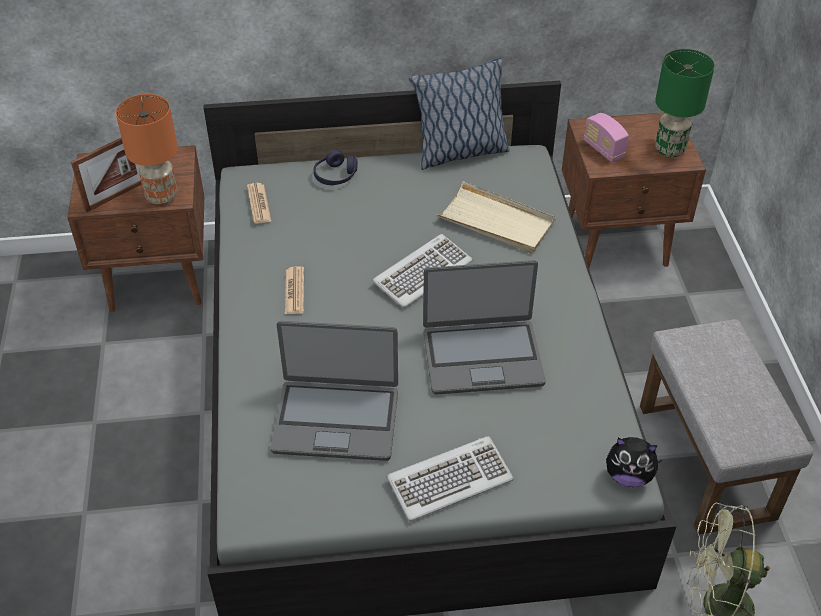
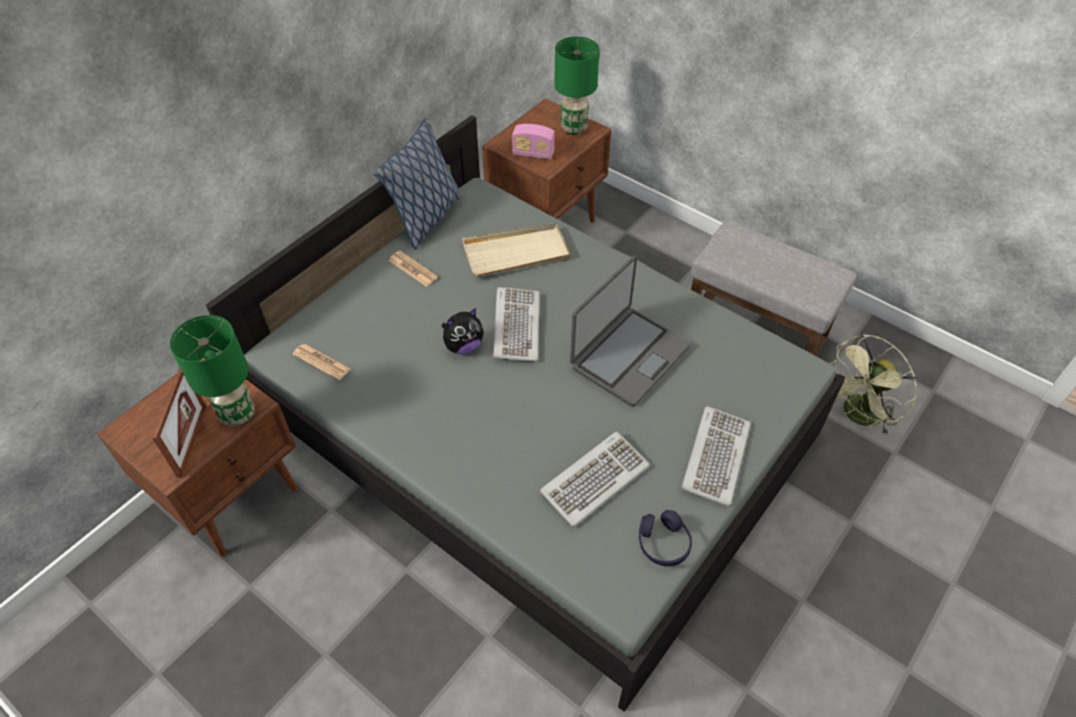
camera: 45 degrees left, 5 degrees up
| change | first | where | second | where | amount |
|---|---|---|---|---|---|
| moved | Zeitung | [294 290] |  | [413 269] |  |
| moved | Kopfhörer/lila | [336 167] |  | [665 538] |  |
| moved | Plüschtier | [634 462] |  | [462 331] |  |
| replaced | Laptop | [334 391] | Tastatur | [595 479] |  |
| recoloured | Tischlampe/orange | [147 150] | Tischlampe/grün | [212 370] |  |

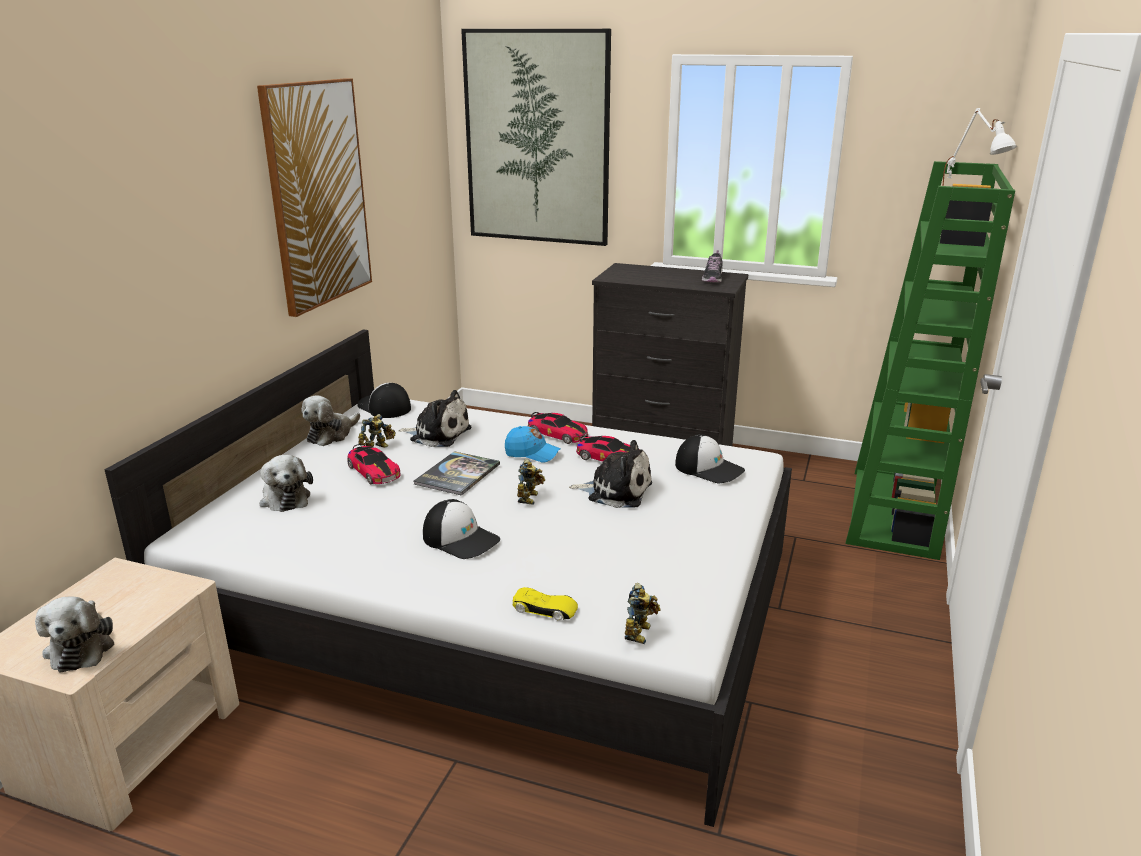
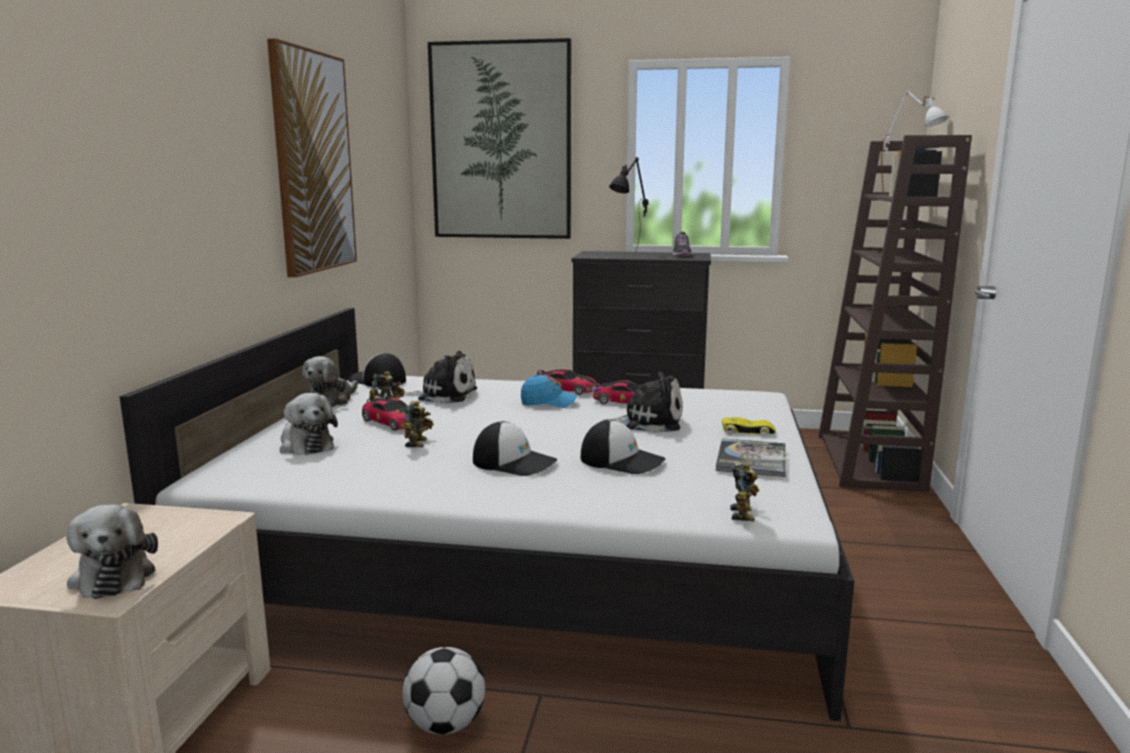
camera: 10 degrees left, 10 degrees down
| change | first | where | second | where | amount |
|---|---|---|---|---|---|
| added |  |  | Fußball | [444 691] |  |
| added |  |  | Tischlampe/schwarz | [628 205] |  |
| moved | Buch | [457 473] |  | [750 457] |  |
| moved | Spielzeugauto/gelb | [545 604] |  | [749 426] |  |
| moved | Spielzeugroboter | [531 482] |  | [419 424] |  |
| moved | Kappe | [710 459] |  | [623 447] |  |
| recoloured | Bücherregal/grün | [930 360] | Bücherregal/braun | [895 313] |  |

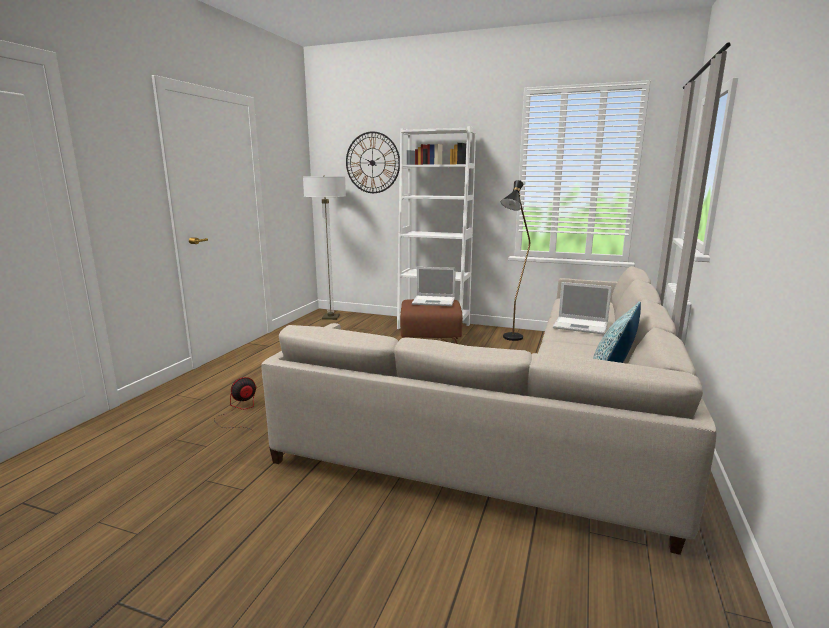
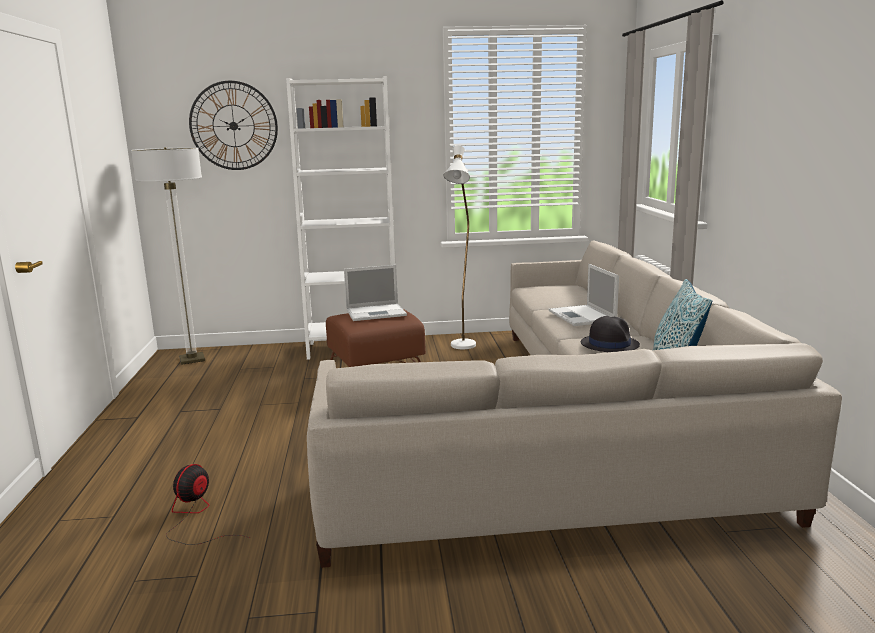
camera: 25 degrees left, 0 degrees up
| change | first | where | second | where | amount |
|---|---|---|---|---|---|
| added |  |  | Hut/schwarz | [610 334] |  |
| recoloured | Stehlampe/schwarz | [515 260] | Stehlampe/weiß | [459 247] |  |
| turned | Laptop | [582 308] |  | [583 295] | 75 degrees clockwise |

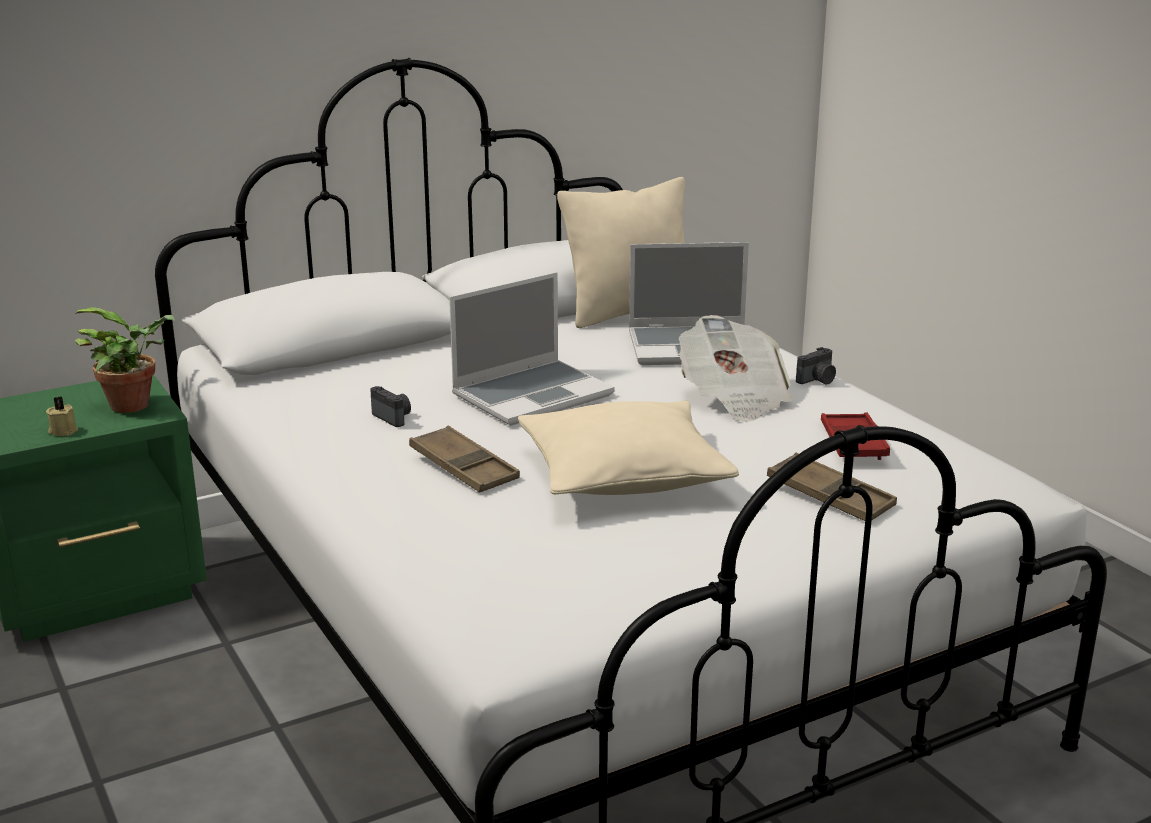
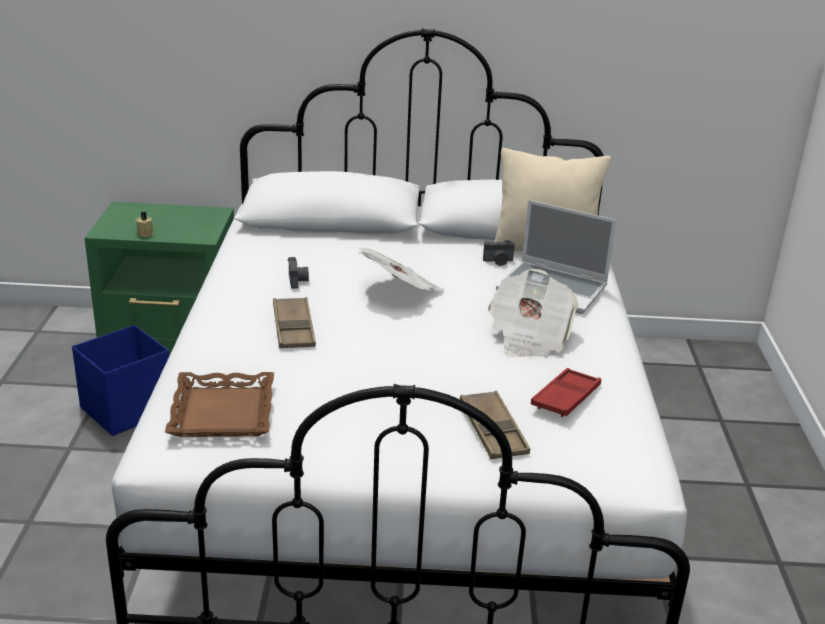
camera: 30 degrees right, 5 degrees up
| change | first | where | second | where | amount |
|---|---|---|---|---|---|
| removed | Topfpflanze | [124 360] |  |  |  |
| removed | Kissen/beige | [628 448] |  |  |  |
| added |  |  | Aufbewahrungsbox/blau | [120 380] |  |
| added |  |  | Tablett/braun | [219 404] |  |
| moved | Kamera | [816 365] |  | [499 253] |  |
| replaced | Laptop | [532 349] | Zeitung | [401 269] |  |

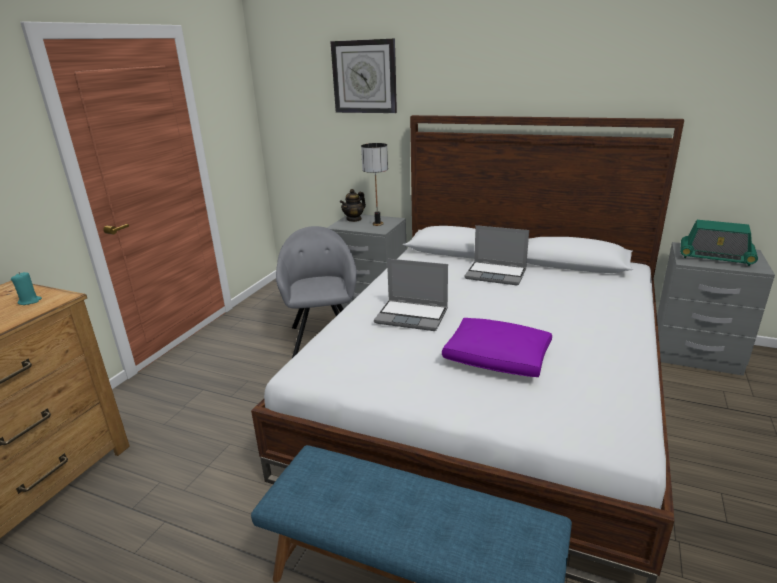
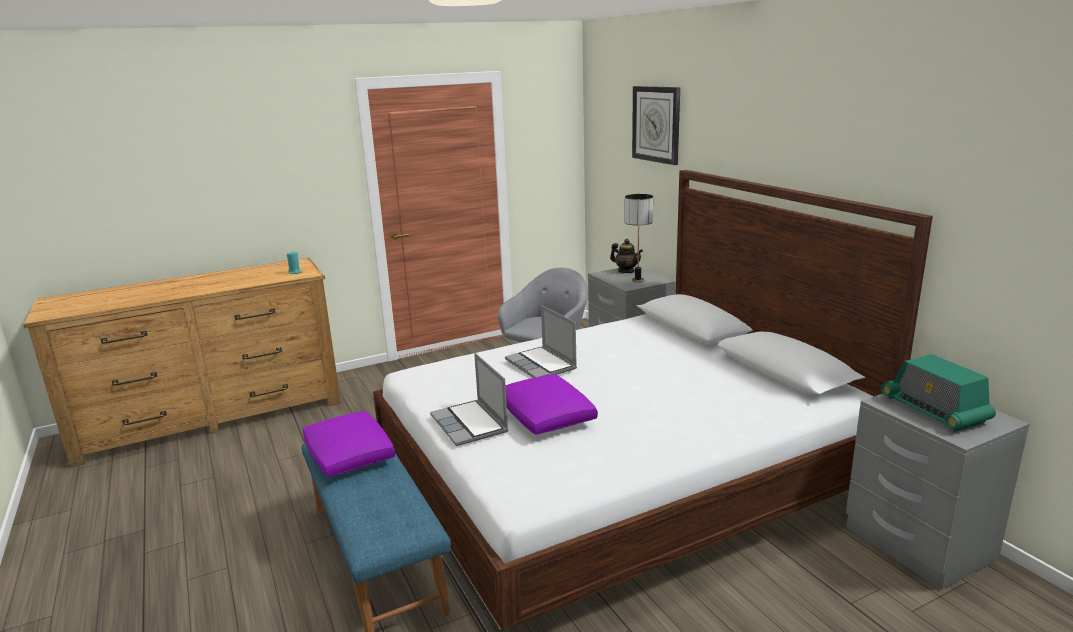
camera: 40 degrees right, 5 degrees down
| change | first | where | second | where | amount |
|---|---|---|---|---|---|
| added |  |  | Kissen/lila | [349 444] |  |
| moved | Laptop | [496 255] |  | [469 399] |  |
| turned | Teekanne | [353 205] |  | [626 256] | 135 degrees counterclockwise |

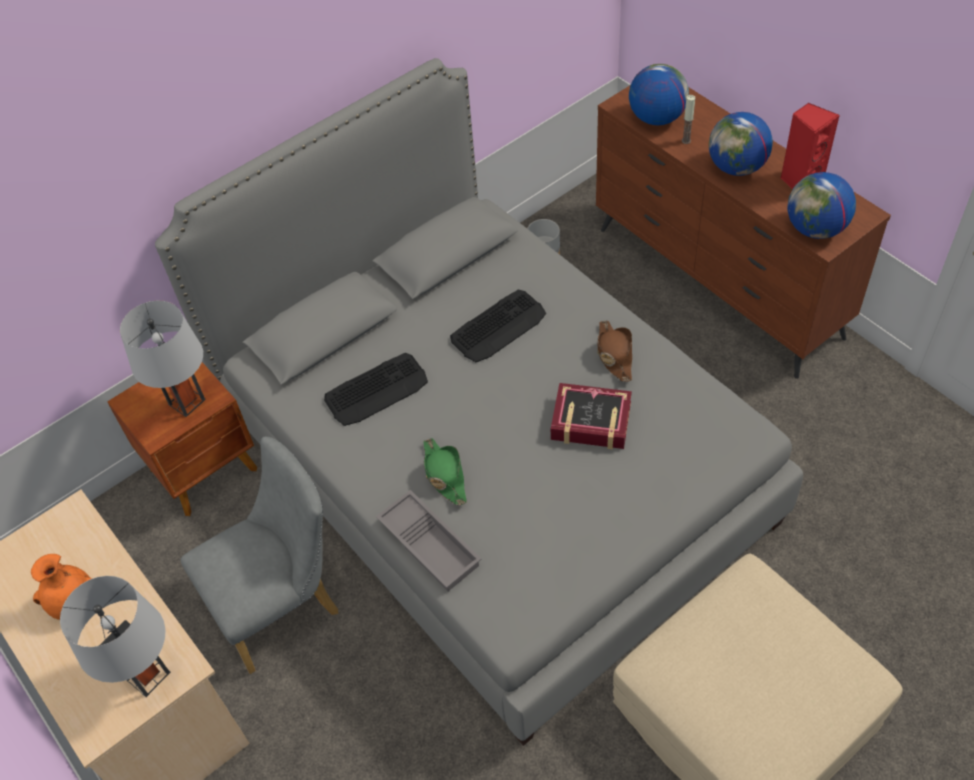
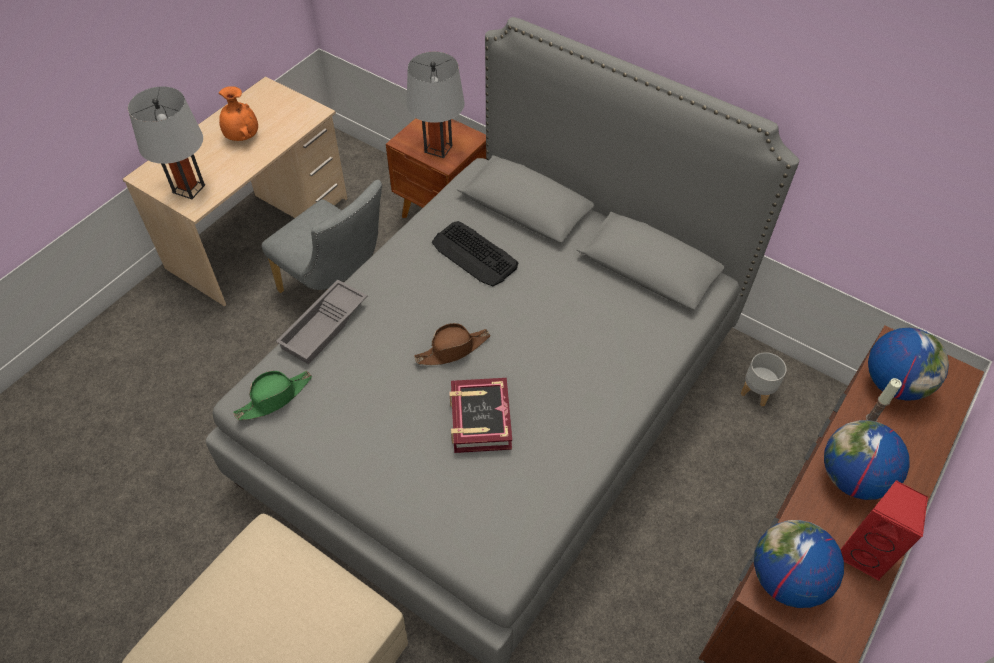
camera: 70 degrees right, 0 degrees up
| change | first | where | second | where | amount |
|---|---|---|---|---|---|
| removed | Tastatur | [498 326] |  |  |  |
| moved | Hut/grün | [445 471] |  | [272 395] |  |
| moved | Hut/braun | [614 351] |  | [452 344] |  |

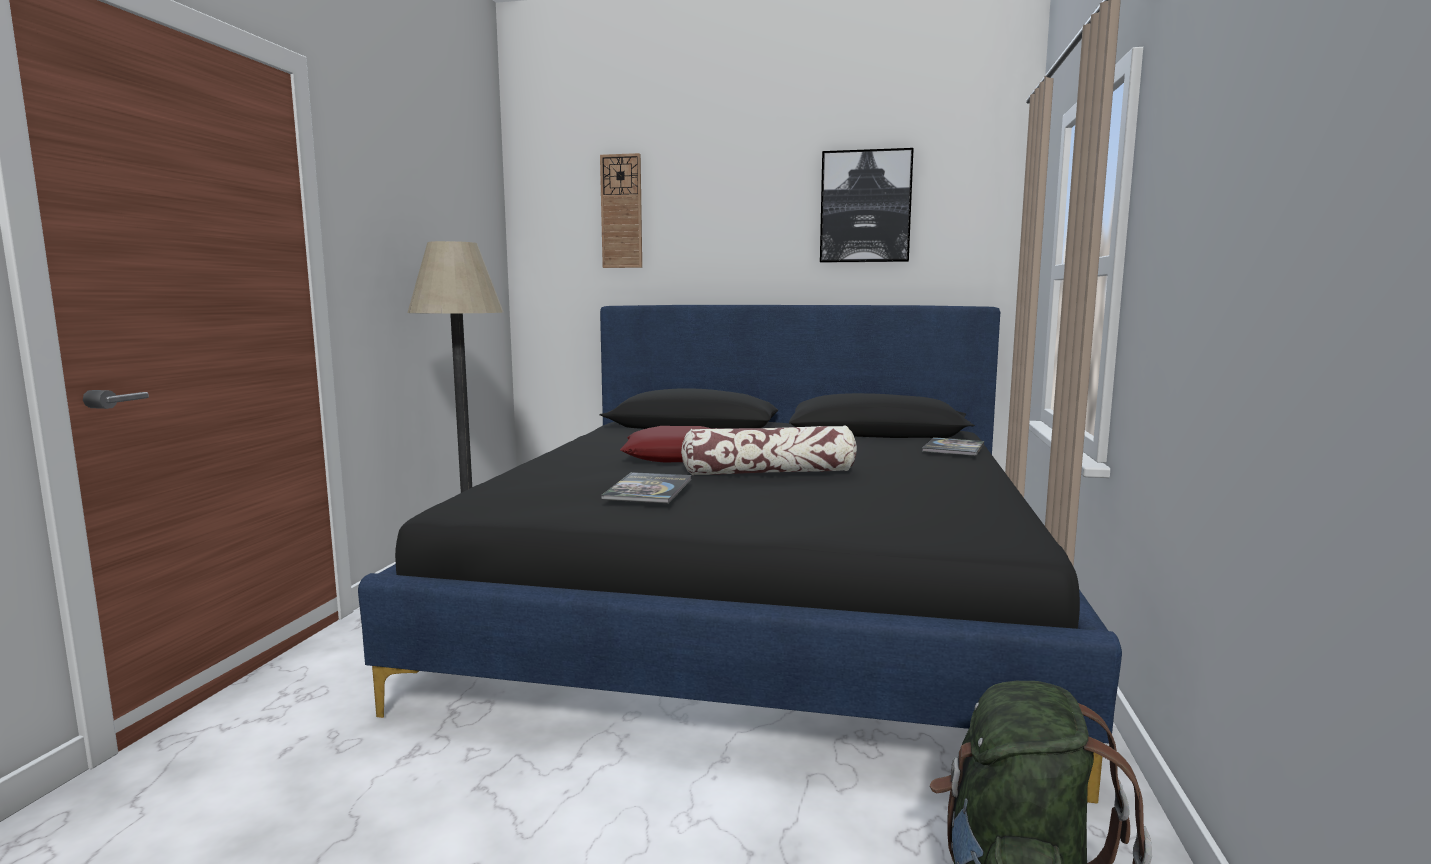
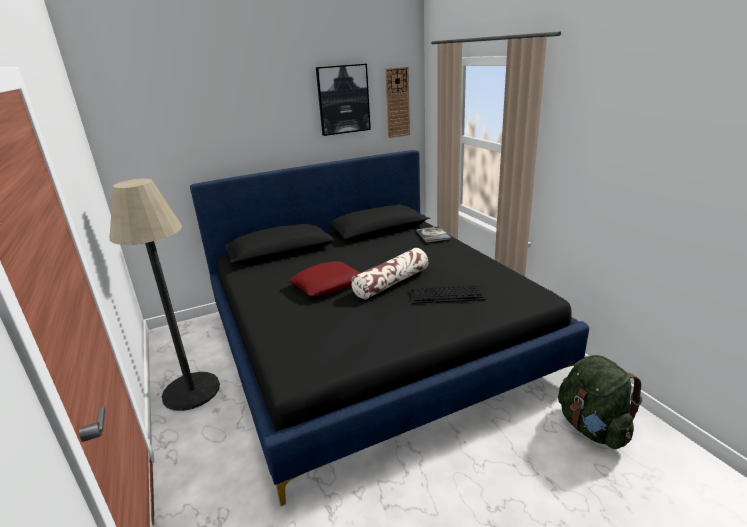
camera: 35 degrees left, 15 degrees up
| change | first | where | second | where | amount |
|---|---|---|---|---|---|
| removed | Buch | [646 487] |  |  |  |
| added |  |  | Tastatur | [448 294] |  |
| moved | Wanduhr | [621 210] |  | [397 102] |  |

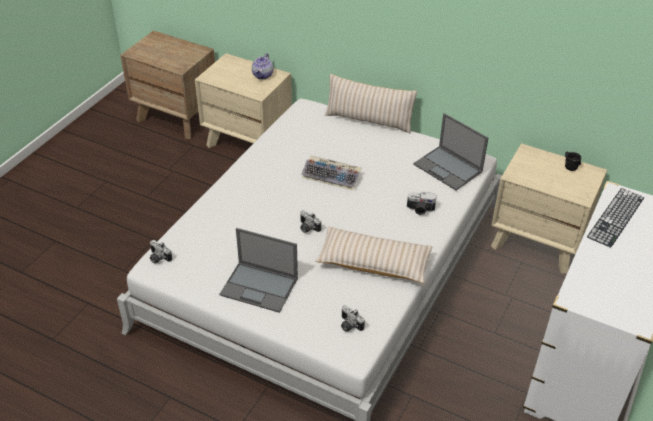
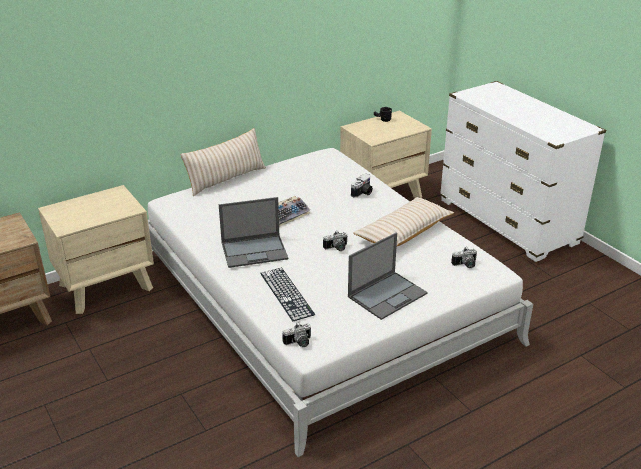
camera: 60 degrees left, 10 degrees down
| change | first | where | second | where | amount |
|---|---|---|---|---|---|
| removed | Teekanne | [262 66] |  |  |  |
| moved | Laptop | [450 151] |  | [253 232] |  |
| moved | Tastatur | [615 218] |  | [287 294] |  |

